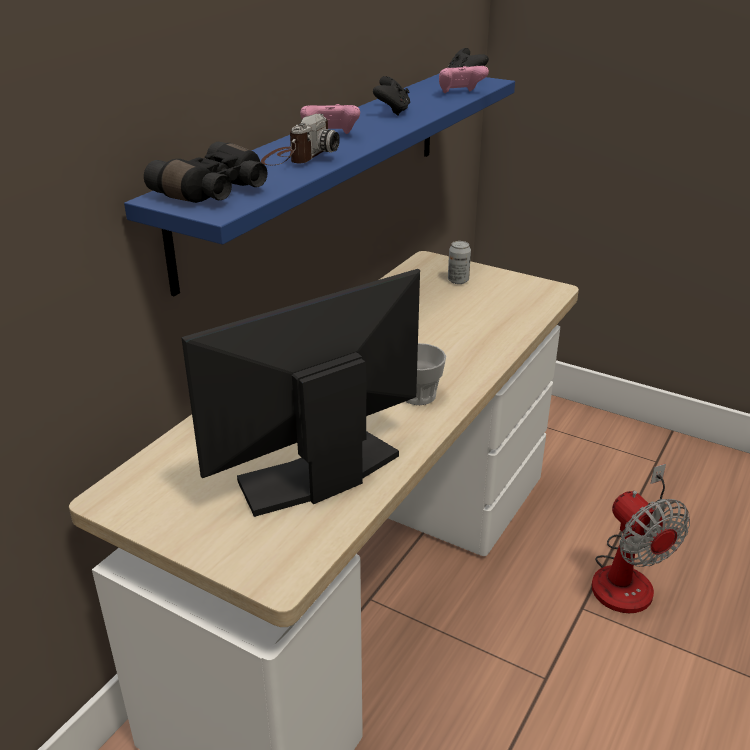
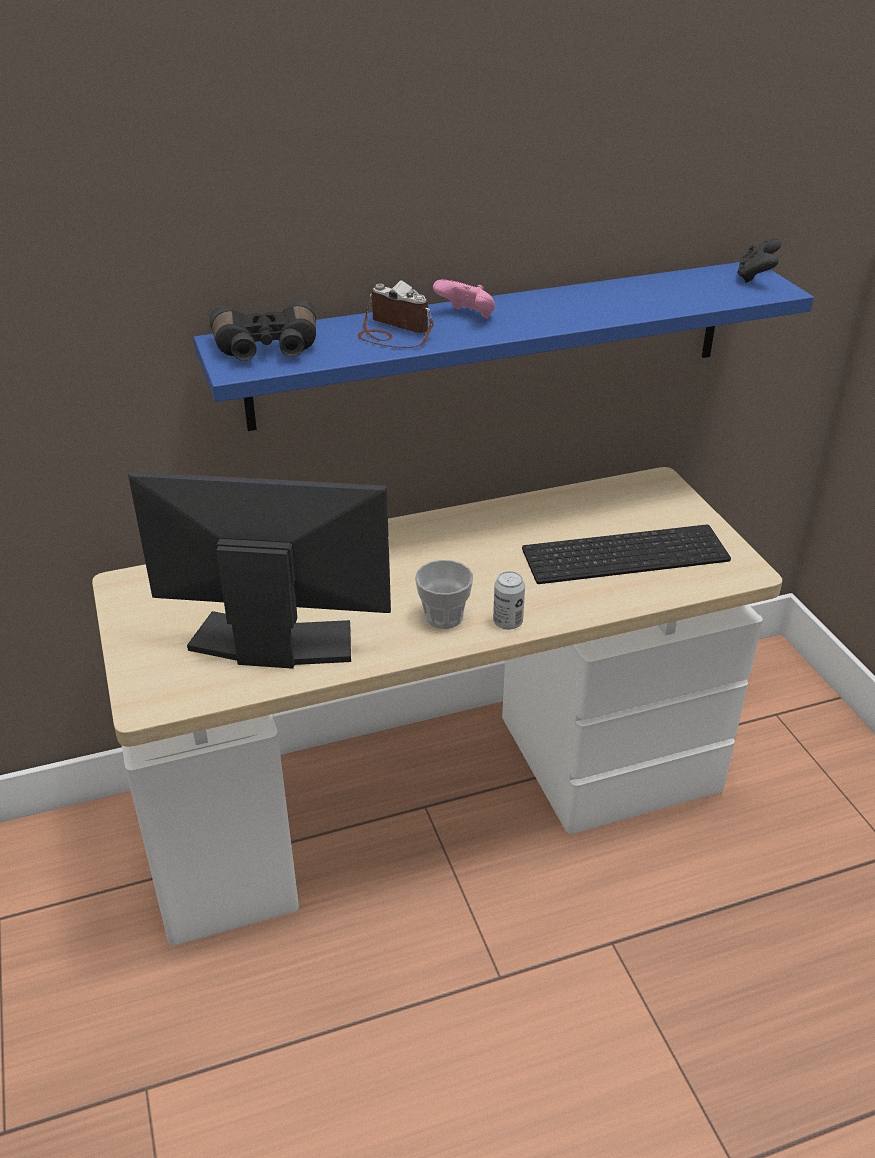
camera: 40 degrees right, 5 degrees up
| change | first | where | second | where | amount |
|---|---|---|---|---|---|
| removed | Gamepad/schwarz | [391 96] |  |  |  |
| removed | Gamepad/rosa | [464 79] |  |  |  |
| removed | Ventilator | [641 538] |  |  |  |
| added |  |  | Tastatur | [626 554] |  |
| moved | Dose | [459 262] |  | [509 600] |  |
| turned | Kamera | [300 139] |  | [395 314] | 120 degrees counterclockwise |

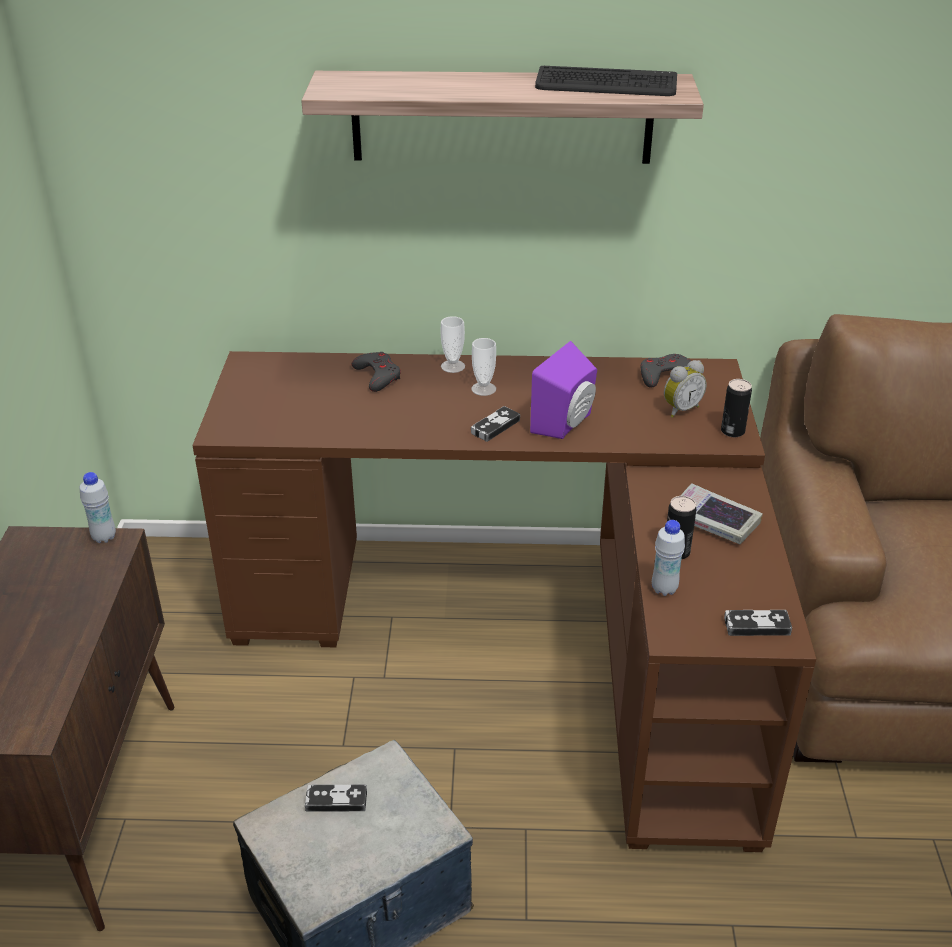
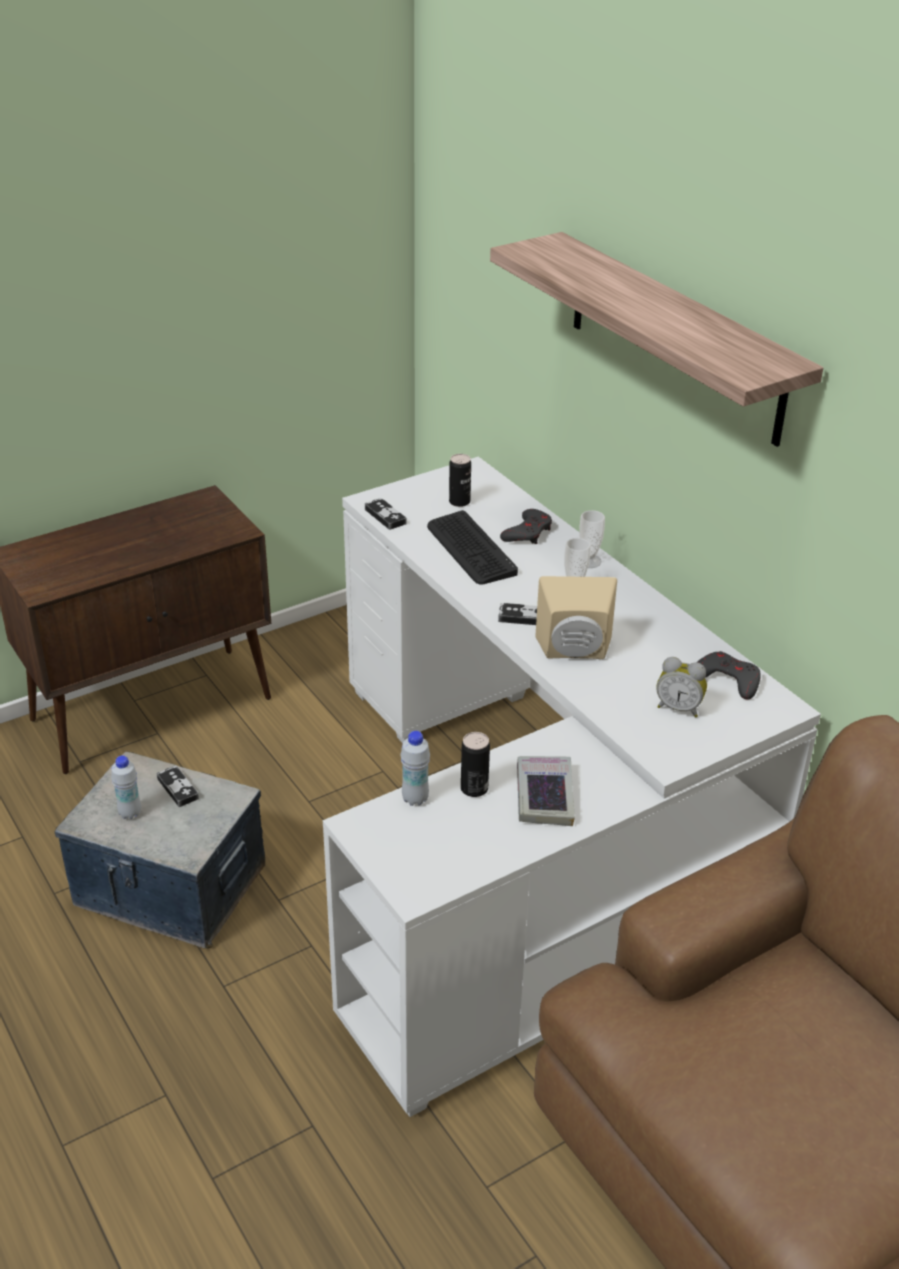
camera: 55 degrees right, 0 degrees up
| change | first | where | second | where | amount |
|---|---|---|---|---|---|
| moved | Flasche/weiß | [97 507] |  | [126 787] |  |
| moved | Tastatur | [606 81] |  | [472 547] |  |
| moved | Dose | [736 408] |  | [460 480] |  |
| moved | Gamepad | [758 623] |  | [385 514] |  |
| recoloured | Schreibtisch/braun | [504 601] | Schreibtisch/weiß | [572 787] |  |
| recoloured | Lautsprecher/lila | [563 390] | Lautsprecher/beige | [576 617] |  |

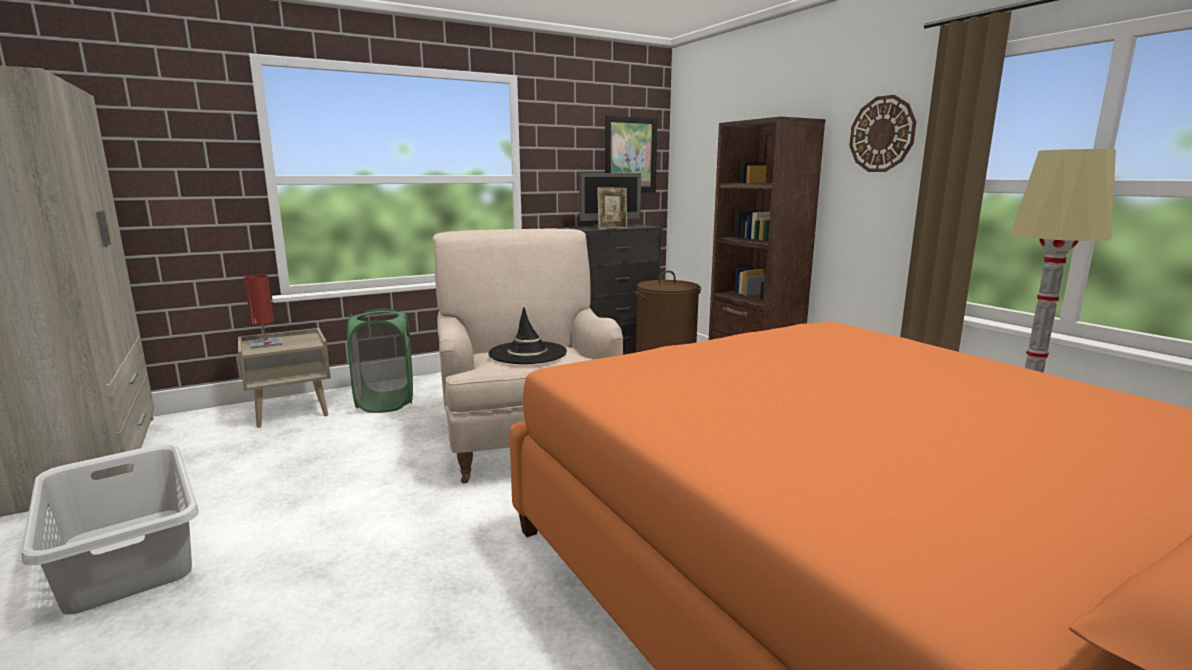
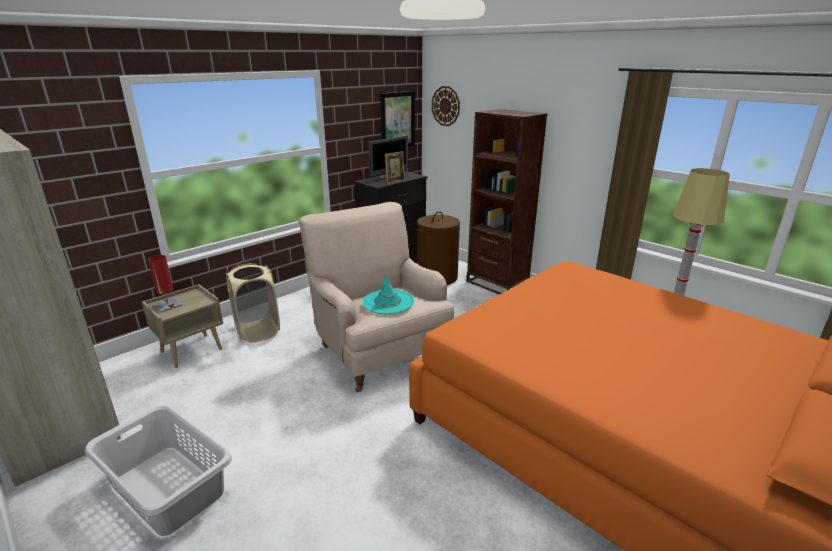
camera: 15 degrees left, 10 degrees up
| change | first | where | second | where | amount |
|---|---|---|---|---|---|
| moved | Wanduhr | [883 133] |  | [446 106] |  |
| recoloured | Wäschekorb/grün | [380 360] | Wäschekorb/beige | [253 303] |  |
| recoloured | Hut/schwarz | [527 335] | Hut/türkis | [388 294] |  |

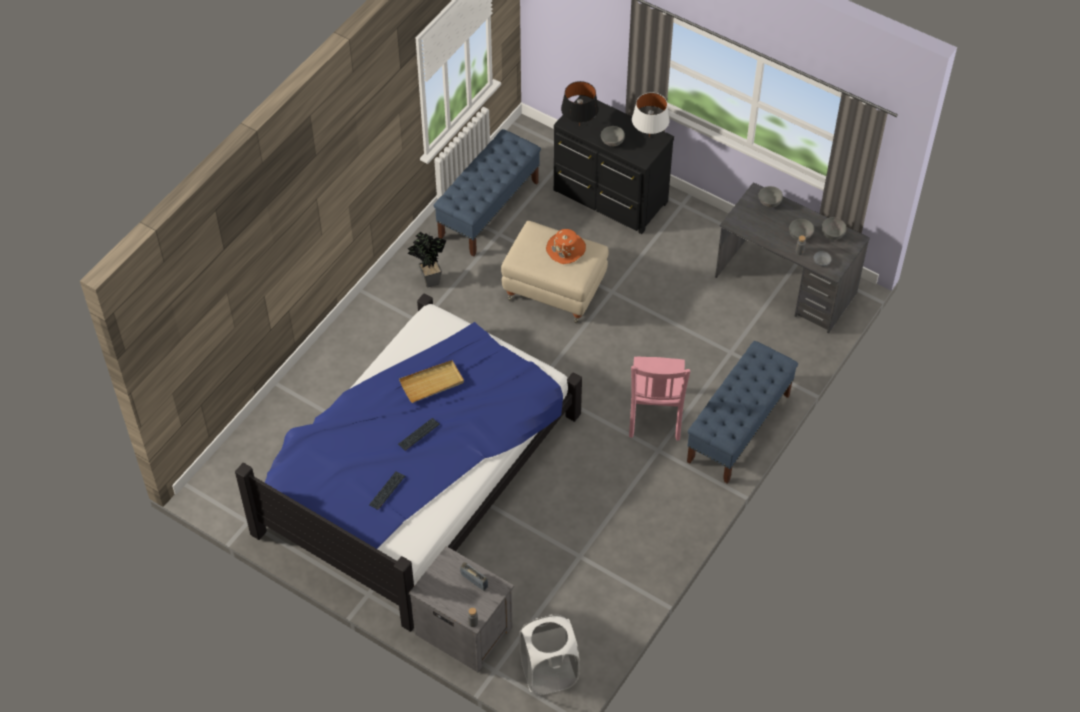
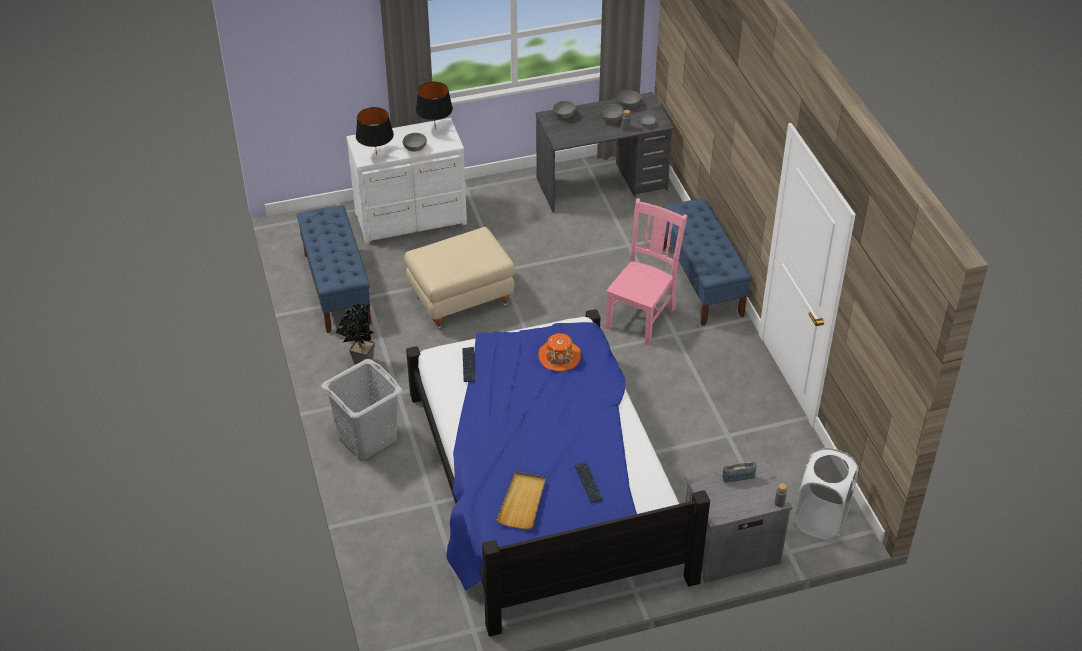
camera: 50 degrees left, 10 degrees down
| change | first | where | second | where | amount |
|---|---|---|---|---|---|
| added |  |  | Wäschekorb/grau | [361 409] |  |
| moved | Tastatur | [419 434] |  | [468 364] |  |
| moved | Tablett/beige | [431 381] |  | [521 500] |  |
| moved | Hut/orange | [566 246] |  | [559 352] |  |
| recoloured | Kommode/schwarz | [614 164] | Kommode/weiß | [406 181] |  |
| recoloured | Tischlampe/weiß | [651 114] | Tischlampe/schwarz | [434 105] |  |
| turned | Stuhl/rosa | [659 399] |  | [646 271] | 105 degrees counterclockwise |

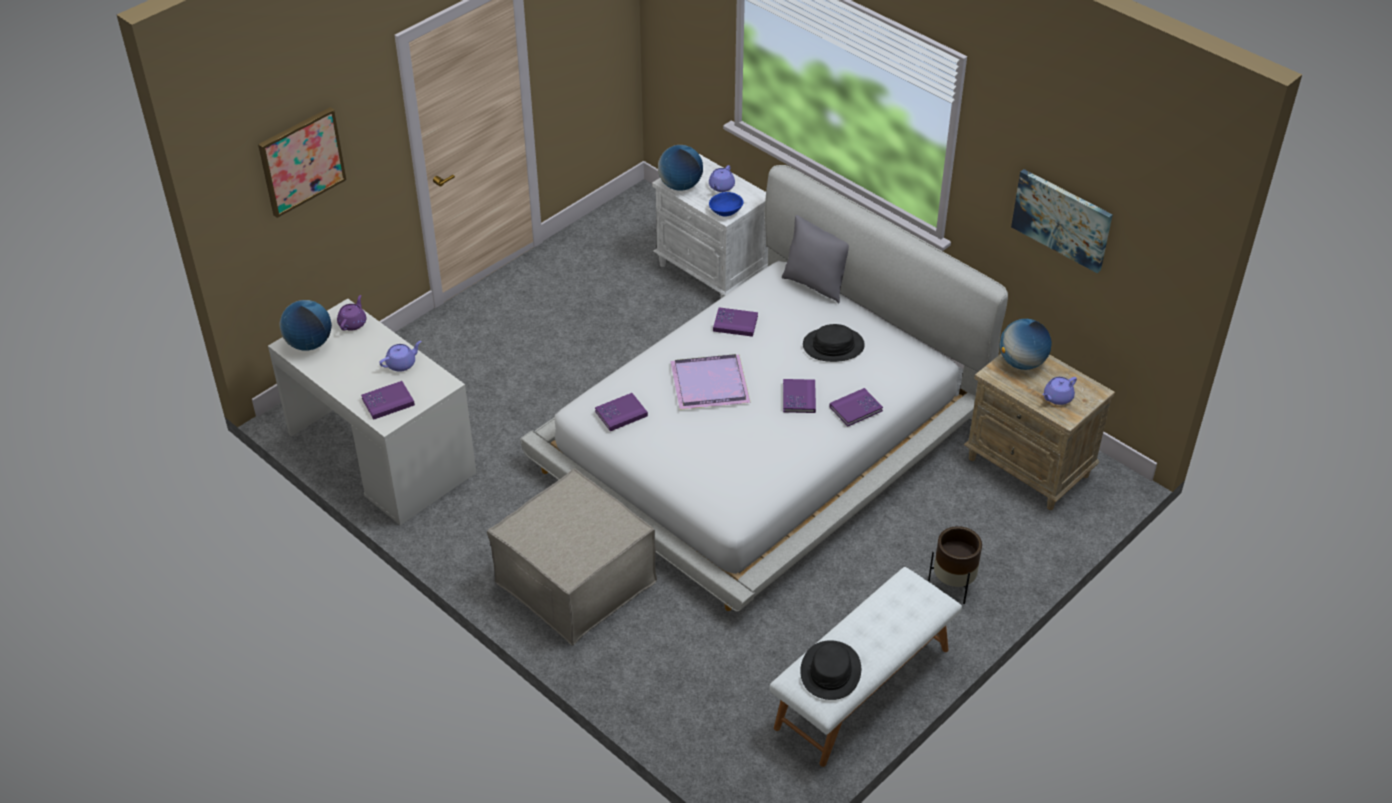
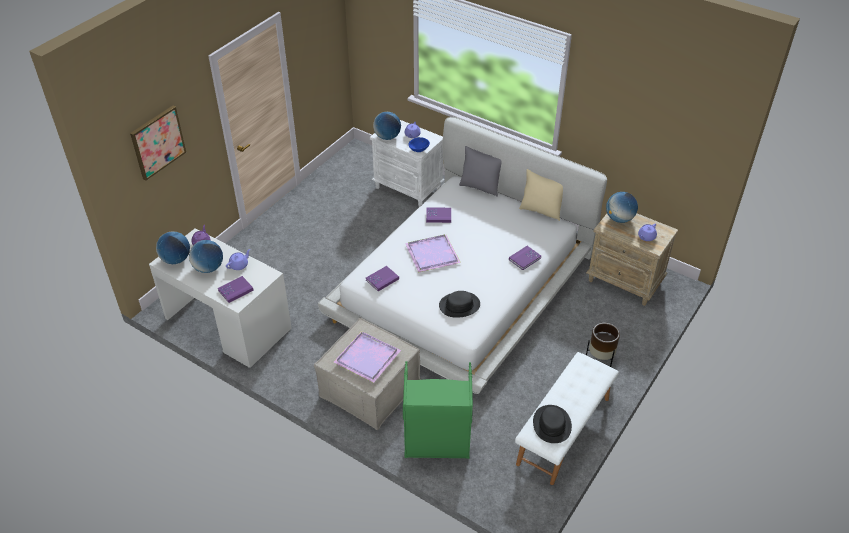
camera: 10 degrees left, 0 degrees up
| change | first | where | second | where | amount |
|---|---|---|---|---|---|
| removed | Buch/lila | [799 396] |  |  |  |
| removed | Bild | [1062 221] |  |  |  |
| added |  |  | Globus | [206 256] |  |
| added |  |  | Tablett/lila | [367 357] |  |
| added |  |  | Wäschekorb/grün | [438 410] |  |
| added |  |  | Kissen/beige | [541 195] |  |
| moved | Hut/schwarz | [834 343] |  | [459 304] |  |

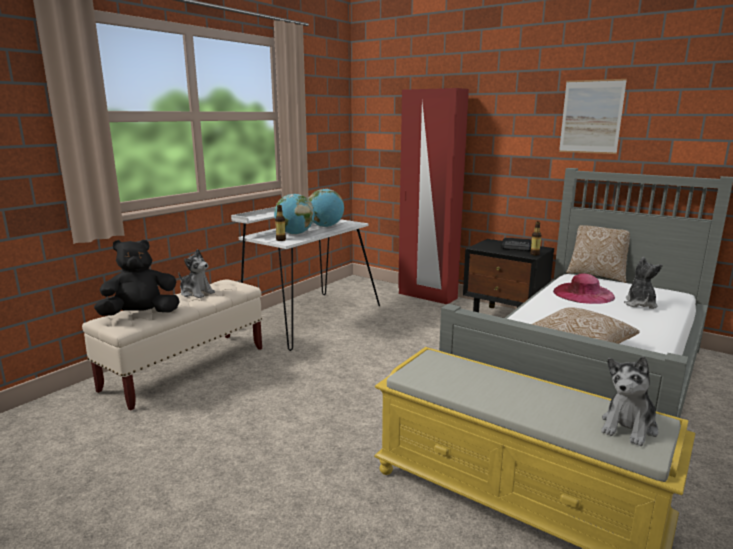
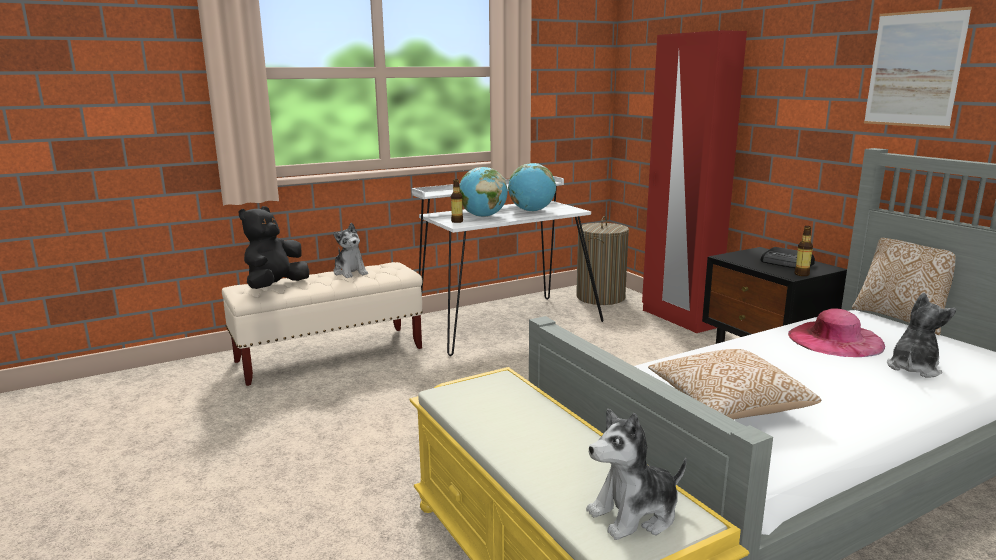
camera: 25 degrees right, 0 degrees up
| change | first | where | second | where | amount |
|---|---|---|---|---|---|
| added |  |  | Wäschekorb | [602 260] |  |
| turned | Plüschtier/schwarz | [137 277] |  | [274 247] | 60 degrees counterclockwise |

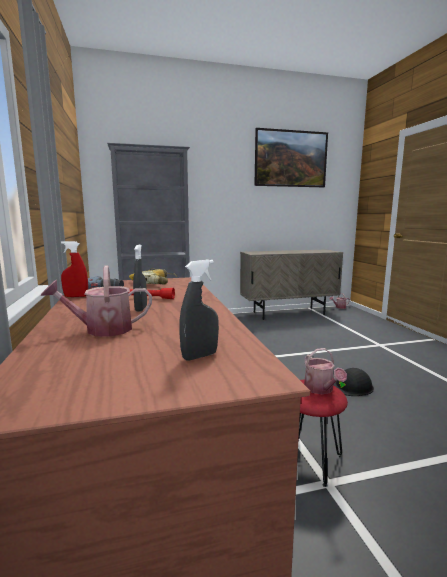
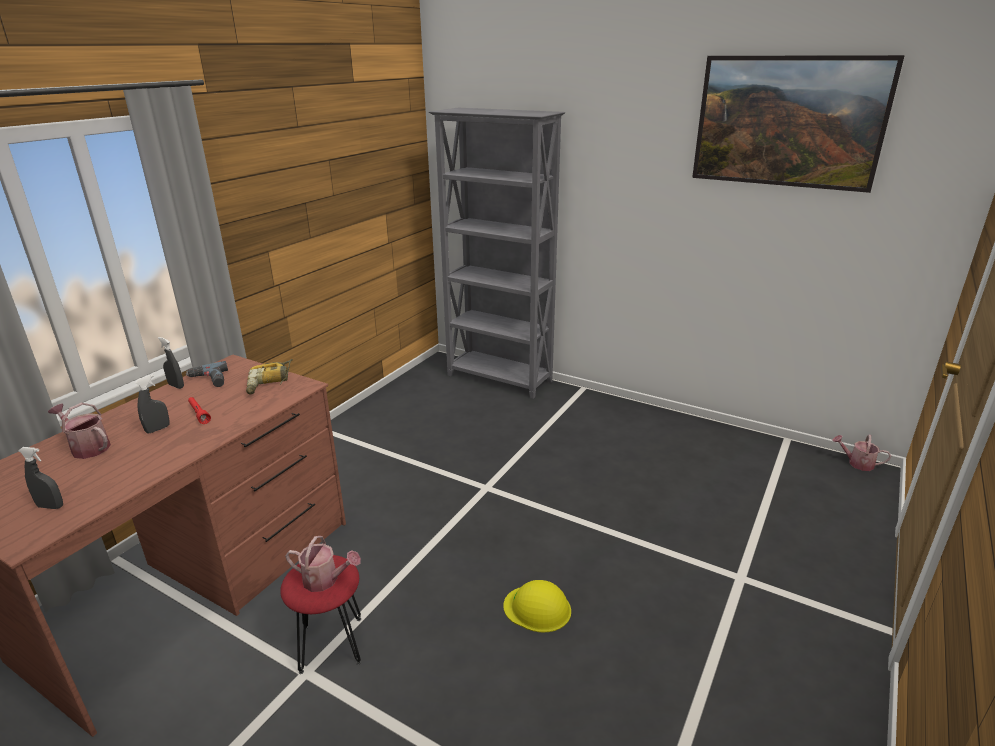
camera: 45 degrees right, 15 degrees up
| change | first | where | second | where | amount |
|---|---|---|---|---|---|
| removed | Schrank/beige | [291 284] |  |  |  |
| recoloured | Sprühflasche/rot | [74 269] | Sprühflasche/grau | [171 363] |  |
| recoloured | Schutzhelm/schwarz | [353 382] | Schutzhelm/gelb | [537 606] |  |
| turned | Gießkanne | [325 371] |  | [323 564] | 105 degrees counterclockwise |

